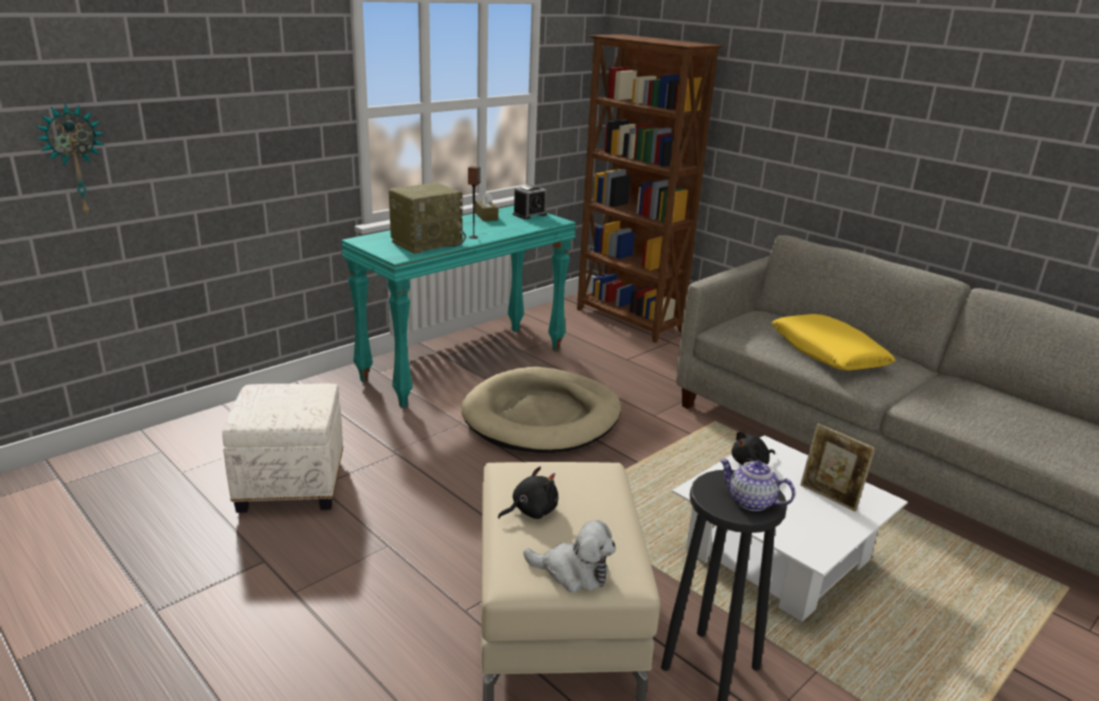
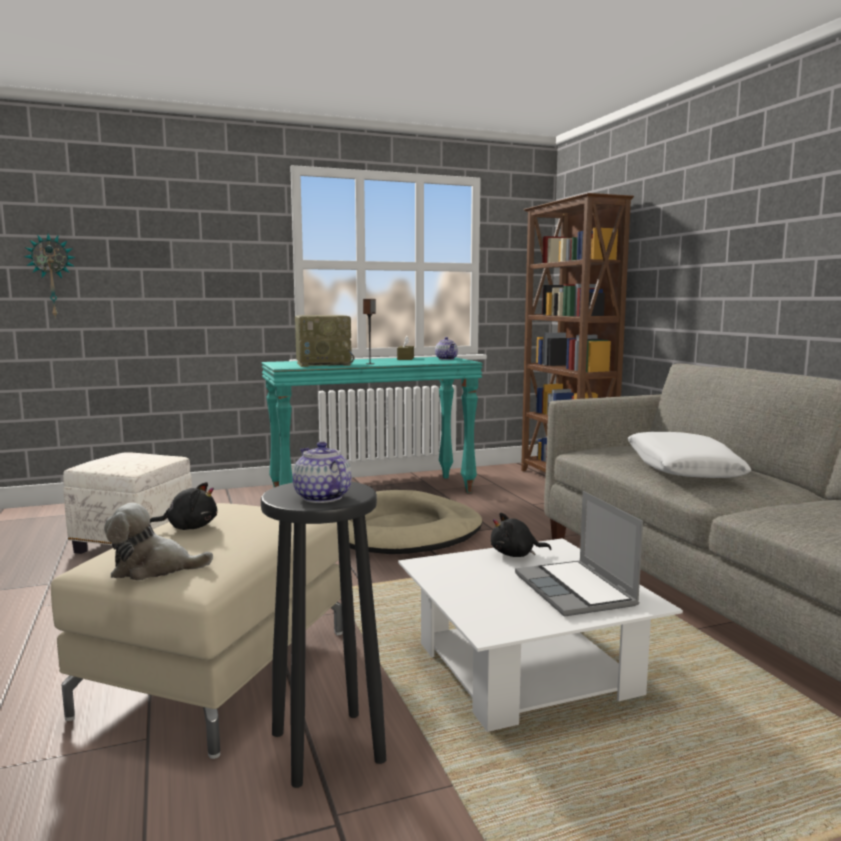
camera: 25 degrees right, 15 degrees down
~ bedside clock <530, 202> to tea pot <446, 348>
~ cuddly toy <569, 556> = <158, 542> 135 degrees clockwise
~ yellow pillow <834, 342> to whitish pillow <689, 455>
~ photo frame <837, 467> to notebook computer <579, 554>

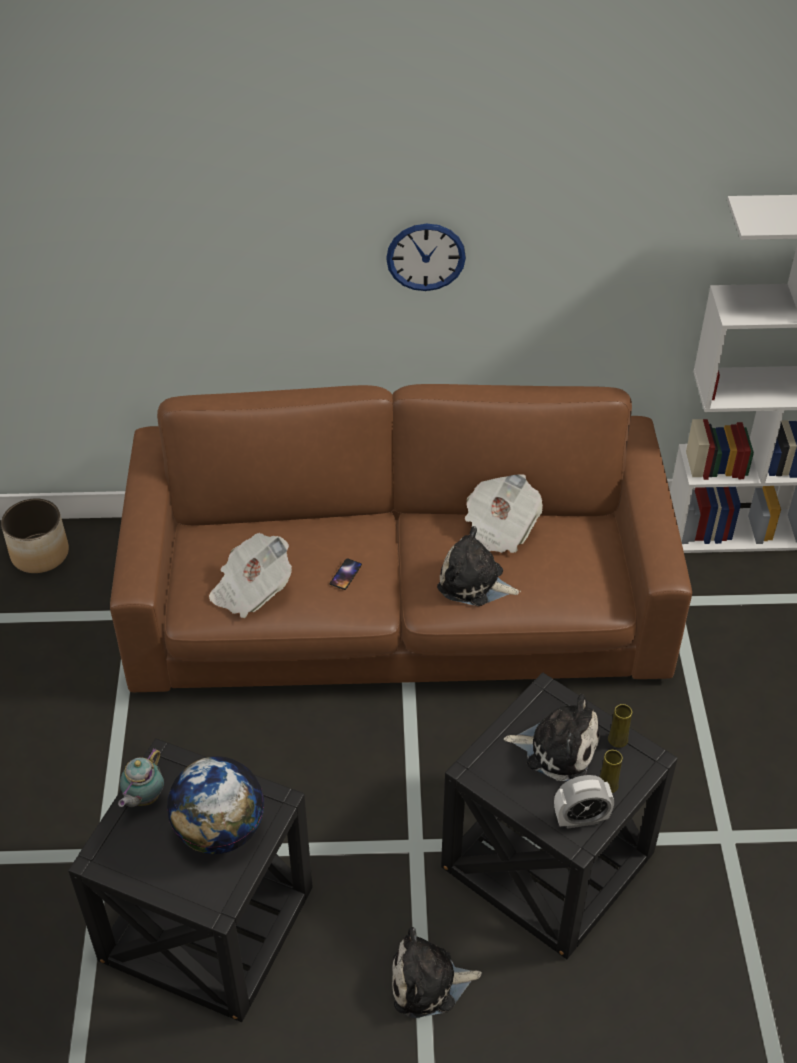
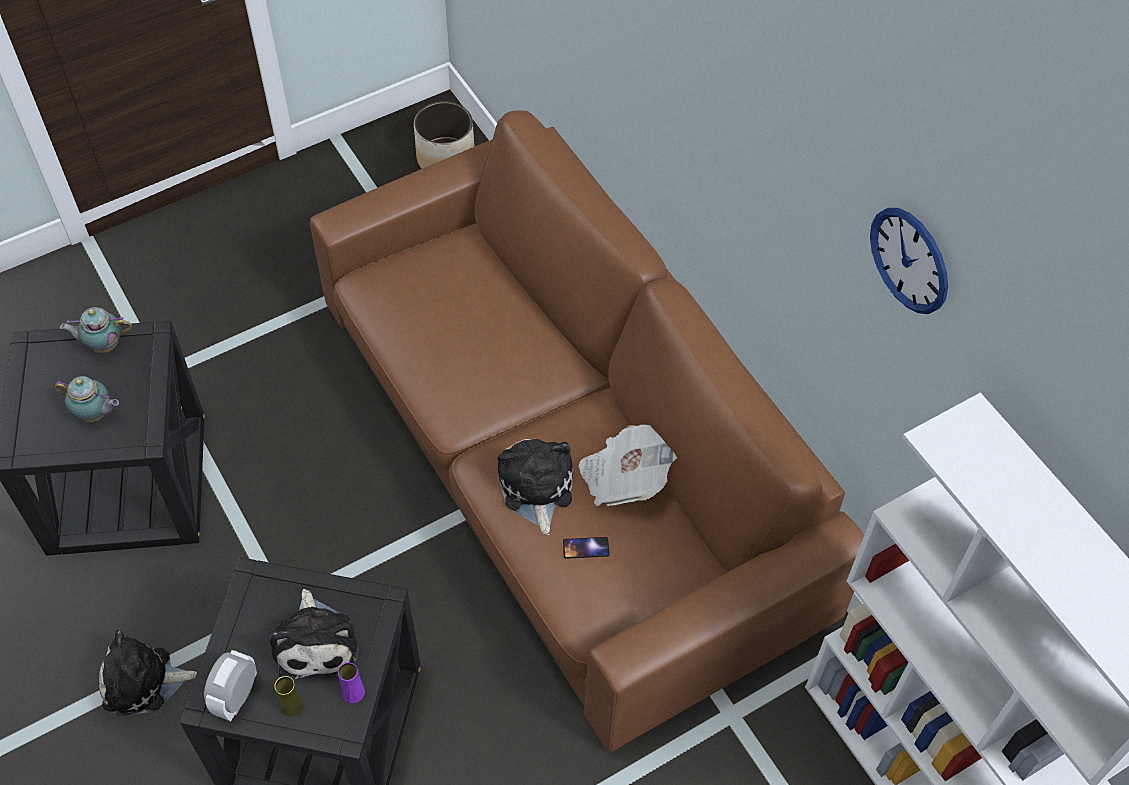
camera: 60 degrees right, 10 degrees up
~ desk globe <215, 805> to tea pot <86, 399>
- newspaper <250, 575>
~ phone <346, 574> to <586, 548>
~ wall clock <426, 257> to <909, 261>
~ cuddly toy <437, 972> = <148, 672> 60 degrees counterclockwise
~ bedside clock <584, 802> = <230, 685> 60 degrees clockwise
~ yellow decorative vase <620, 726> to purple decorative vase <351, 682>

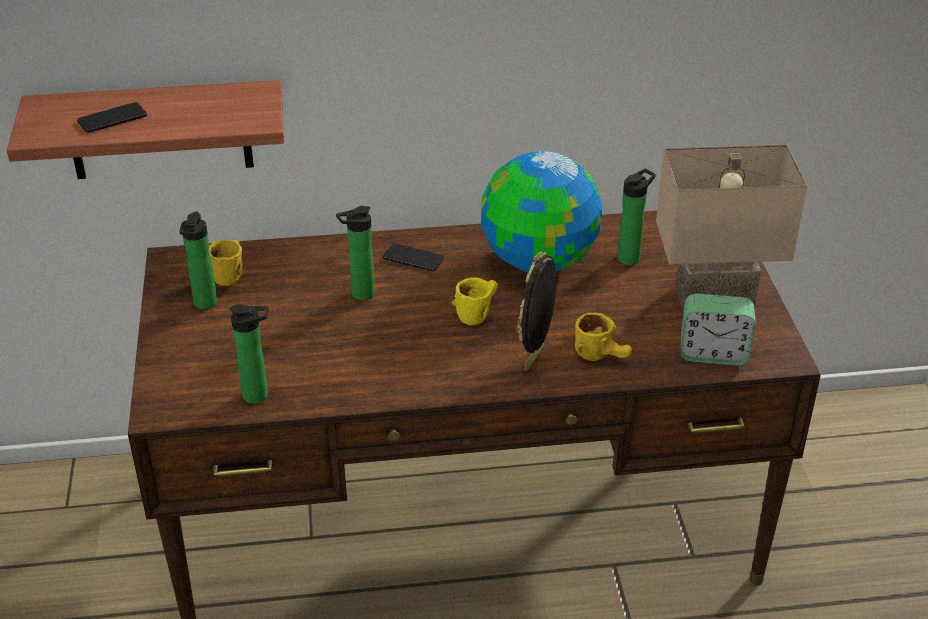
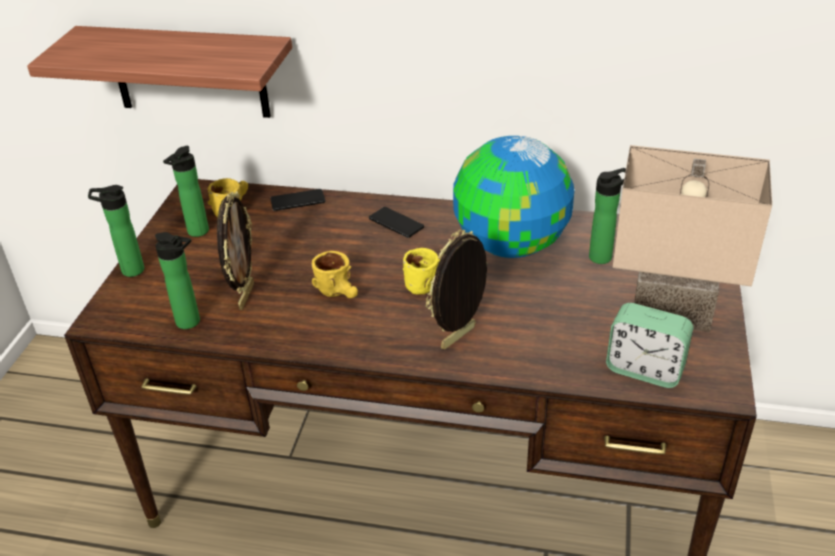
camera: 20 degrees right, 0 degrees up
~ phone <112, 117> to <298, 200>
~ beverage bottle <355, 253> to <116, 231>
~ yellow coffee mug <603, 336> to <335, 274>
+ photo frame <235, 250>

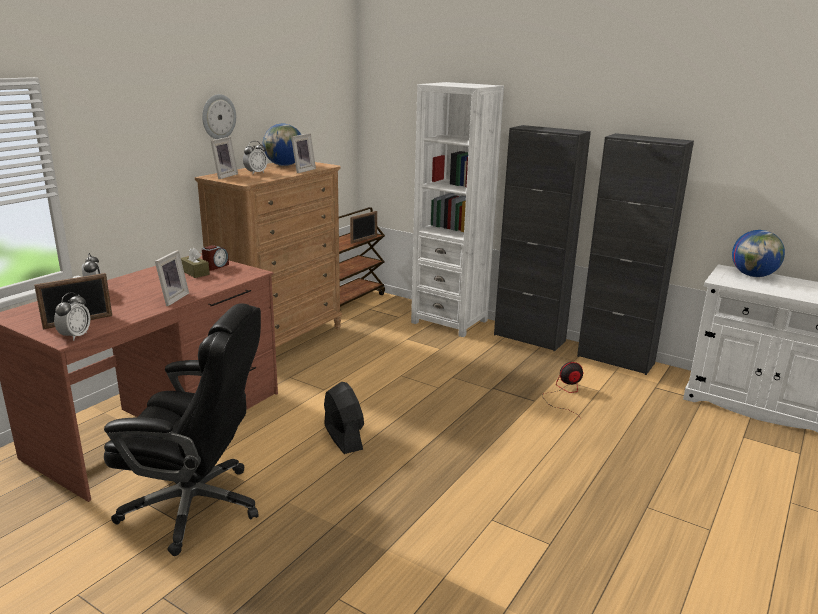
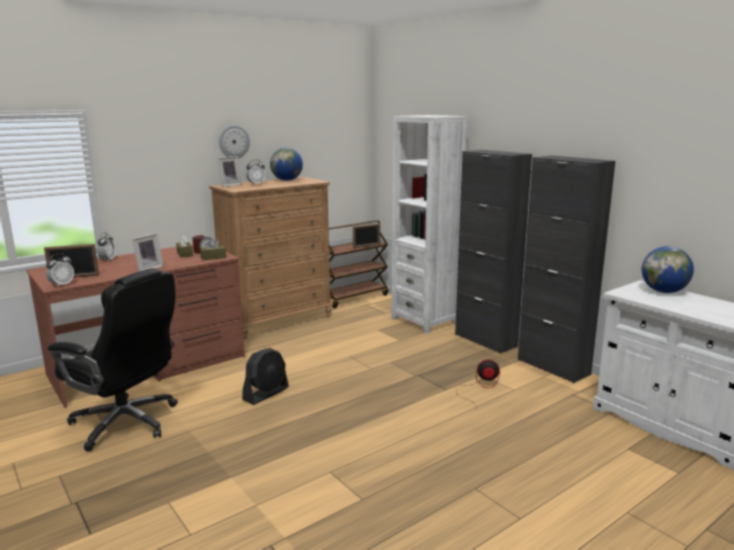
camera: 20 degrees right, 5 degrees down
- photo frame <303, 153>
~ black-coloured cooling fan <344, 418> = <265, 376> 45 degrees clockwise
+ brown tissue box <213, 249>

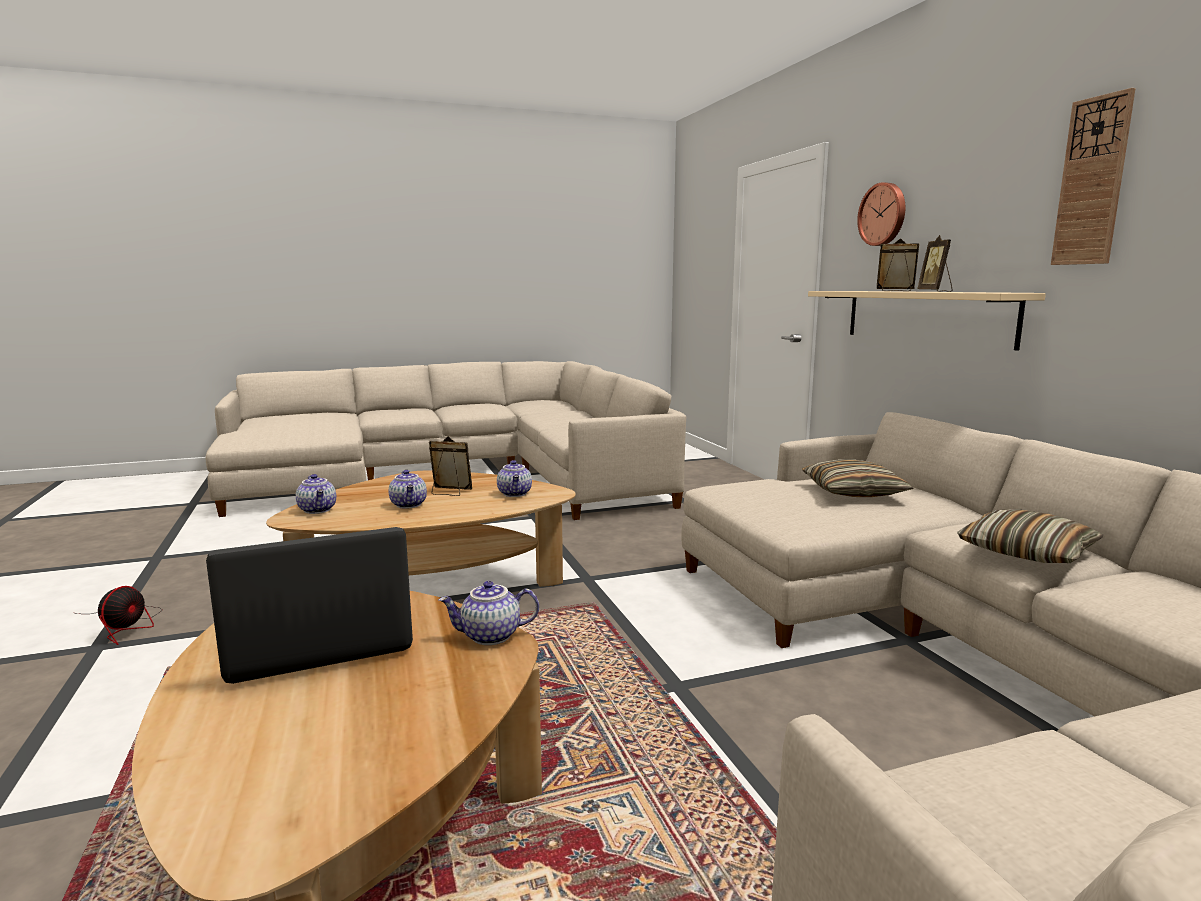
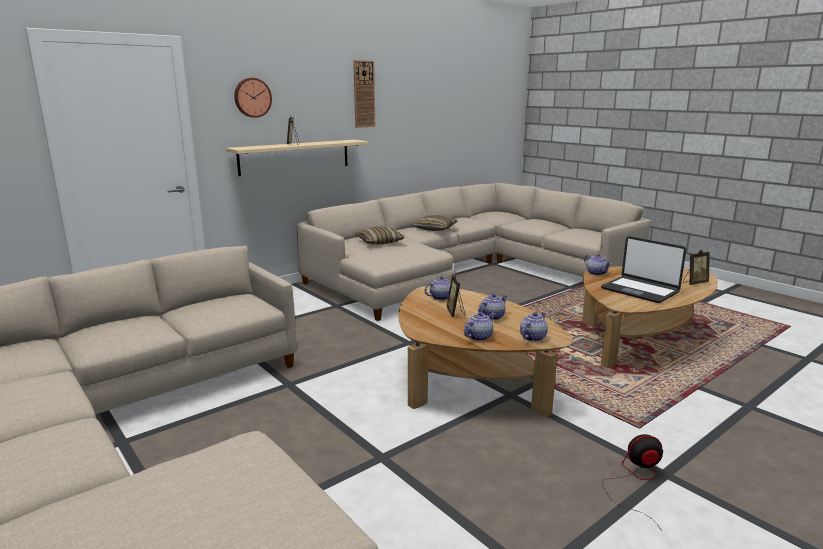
camera: 110 degrees left, 5 degrees up
~ photo frame <935, 263> to <696, 267>
+ tea pot <479, 326>

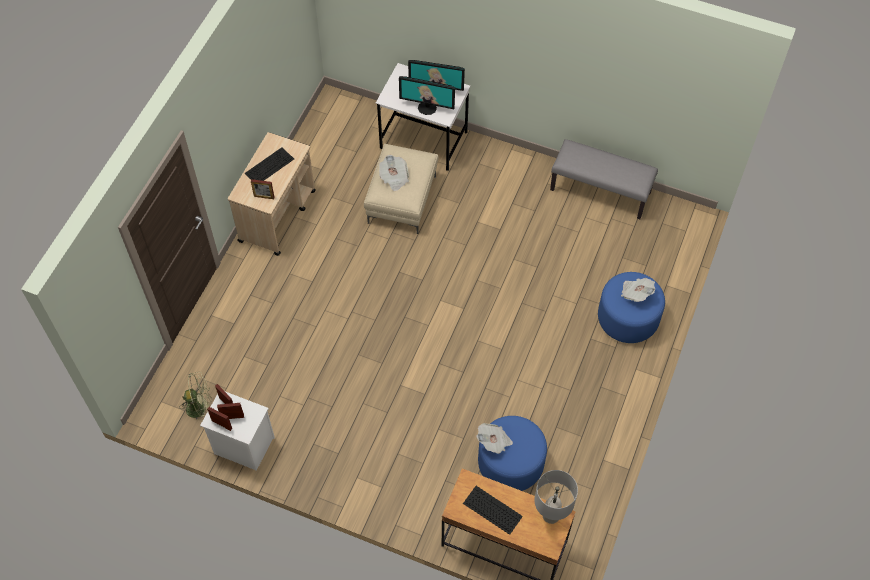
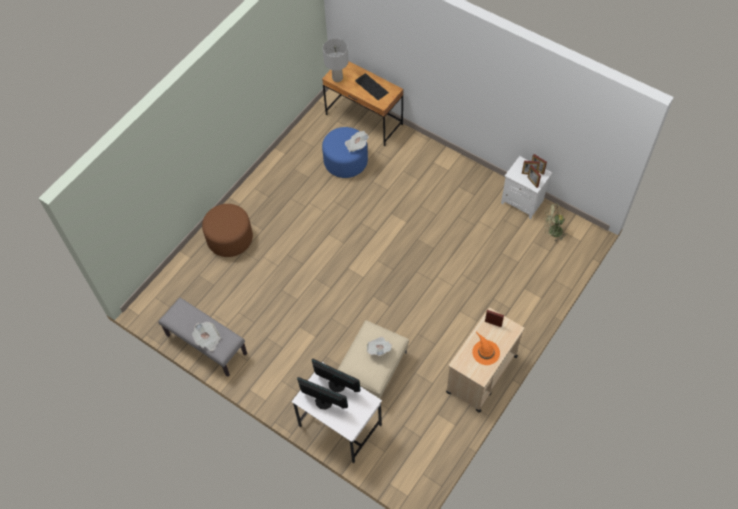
camera: 165 degrees left, 0 degrees up
~ computer keyboard <269, 164> to orange-coloured clothing hat <486, 348>
~ bluish footrest <631, 307> to brown footrest <227, 230>
~ newspaper <638, 290> to <206, 336>

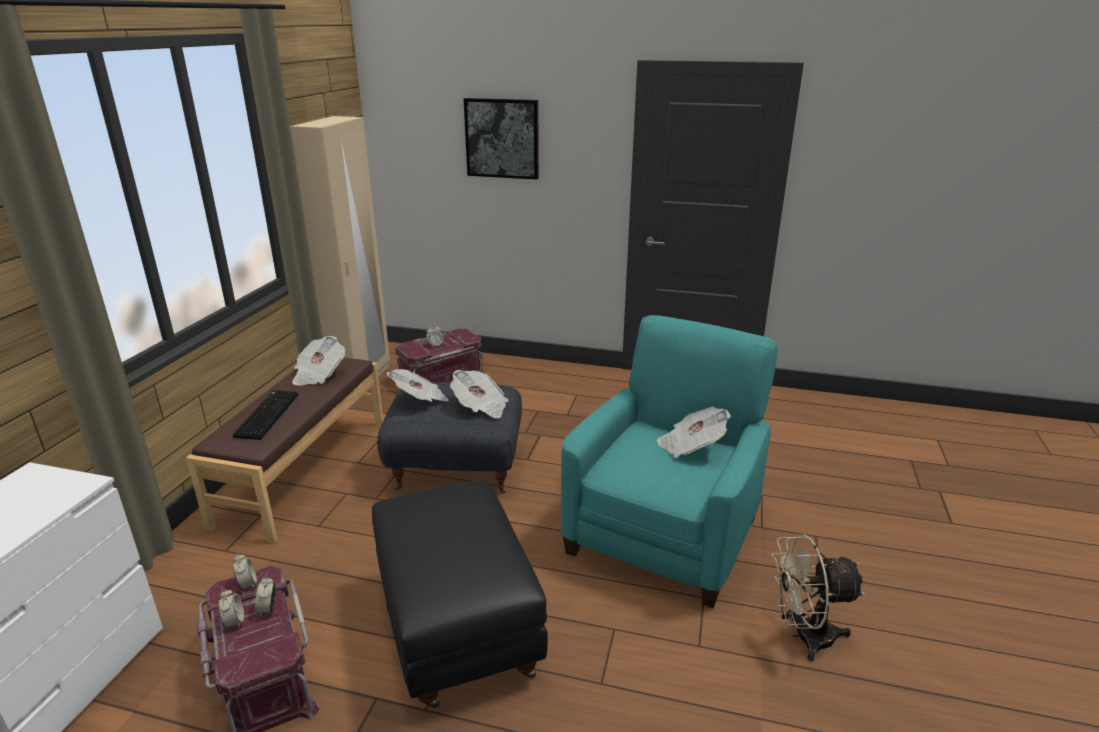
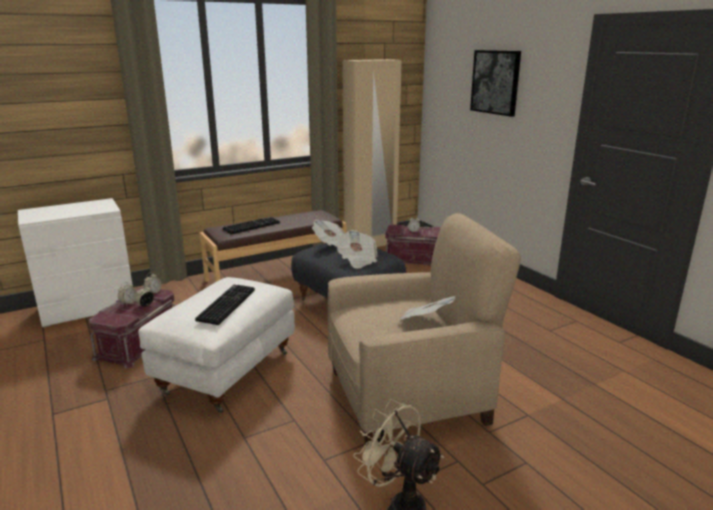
camera: 45 degrees right, 5 degrees down
- newspaper <318, 360>
~ black-coloured footrest <460, 594> to whitish footrest <216, 345>
~ turquoise armchair <669, 461> to sand-coloured armchair <424, 329>
+ computer keyboard <225, 305>

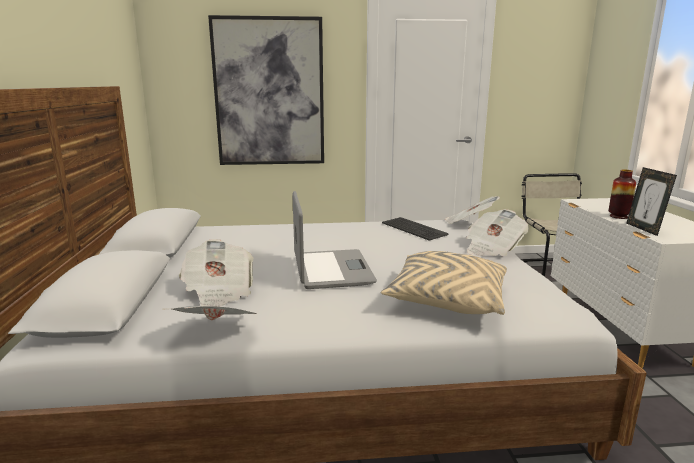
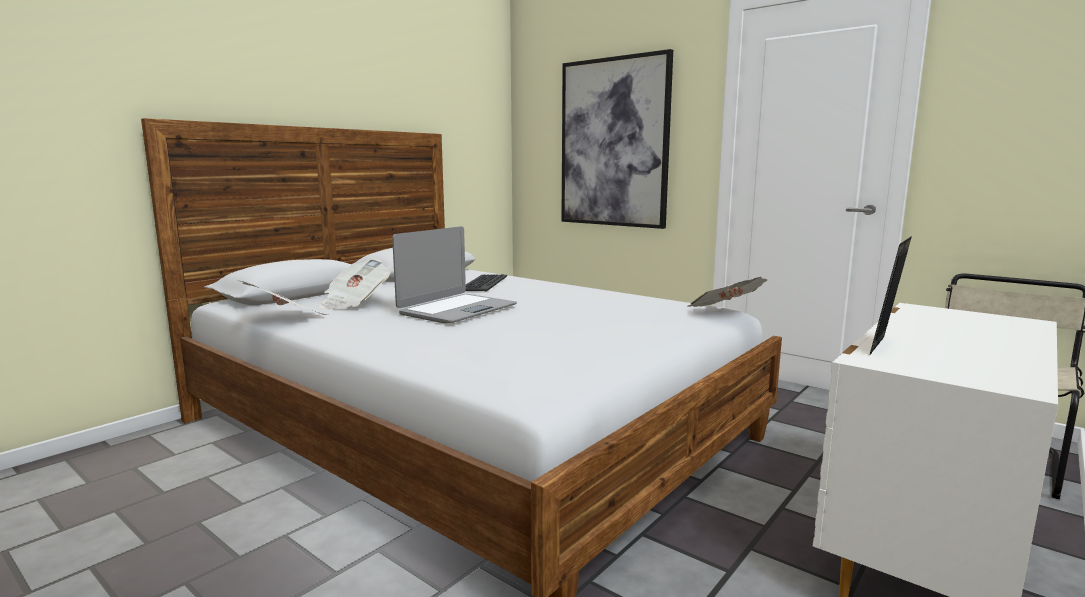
camera: 45 degrees right, 5 degrees down
- sand-coloured pillow <444, 283>
~ computer keyboard <415, 229> to <486, 282>
- newspaper <497, 232>
- decorative vase <622, 194>

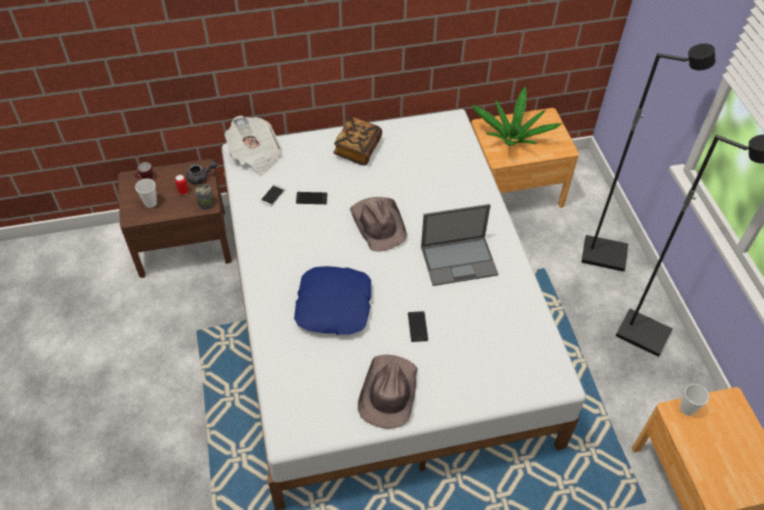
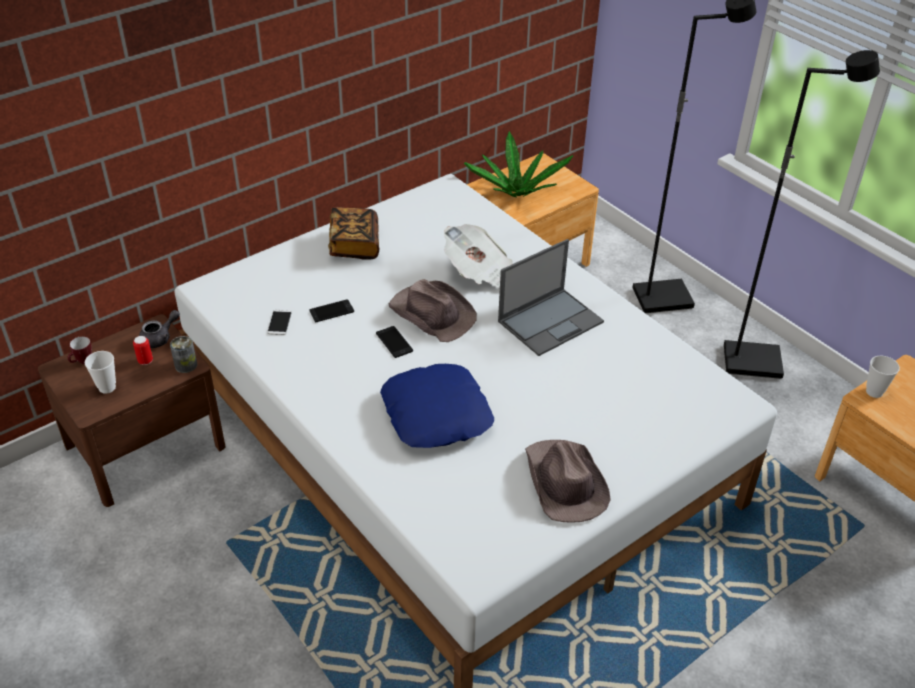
camera: 25 degrees left, 10 degrees down
~ newspaper <253, 145> to <478, 256>
~ phone <418, 326> to <394, 342>

